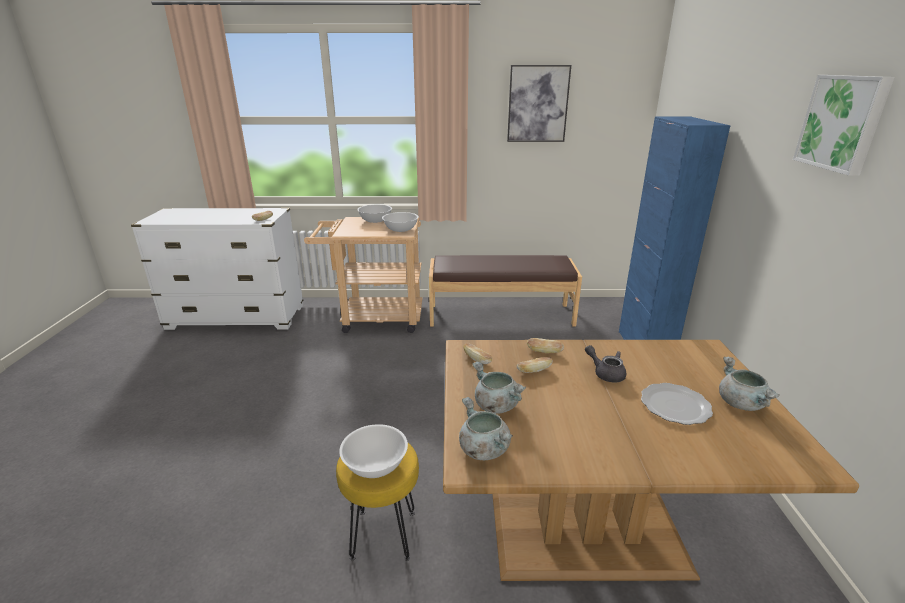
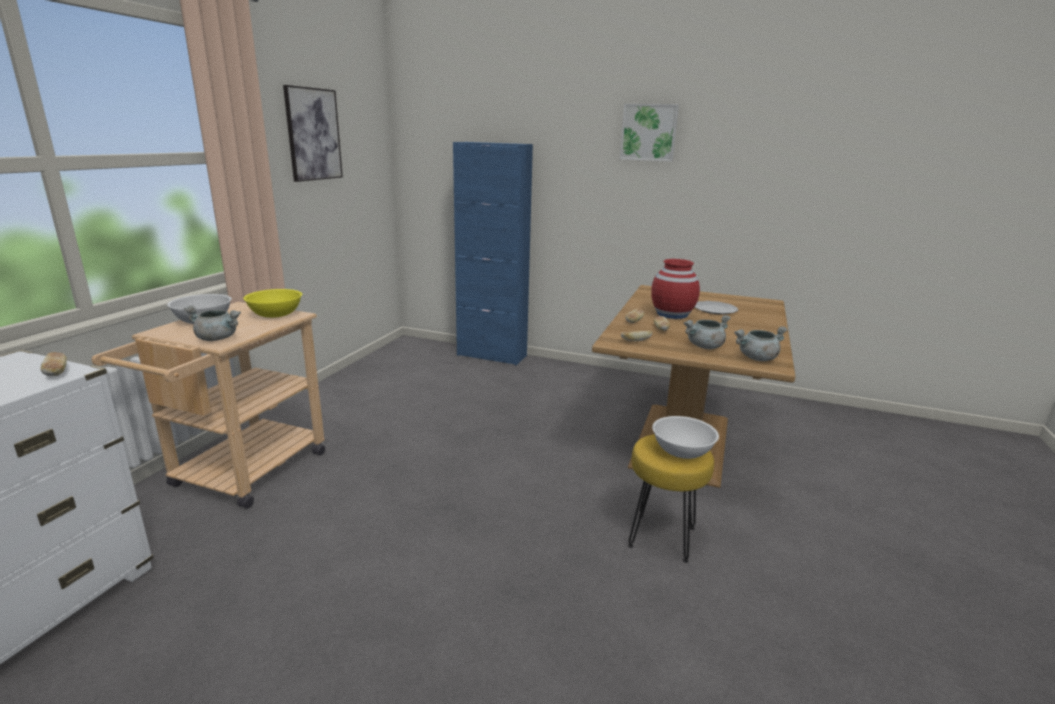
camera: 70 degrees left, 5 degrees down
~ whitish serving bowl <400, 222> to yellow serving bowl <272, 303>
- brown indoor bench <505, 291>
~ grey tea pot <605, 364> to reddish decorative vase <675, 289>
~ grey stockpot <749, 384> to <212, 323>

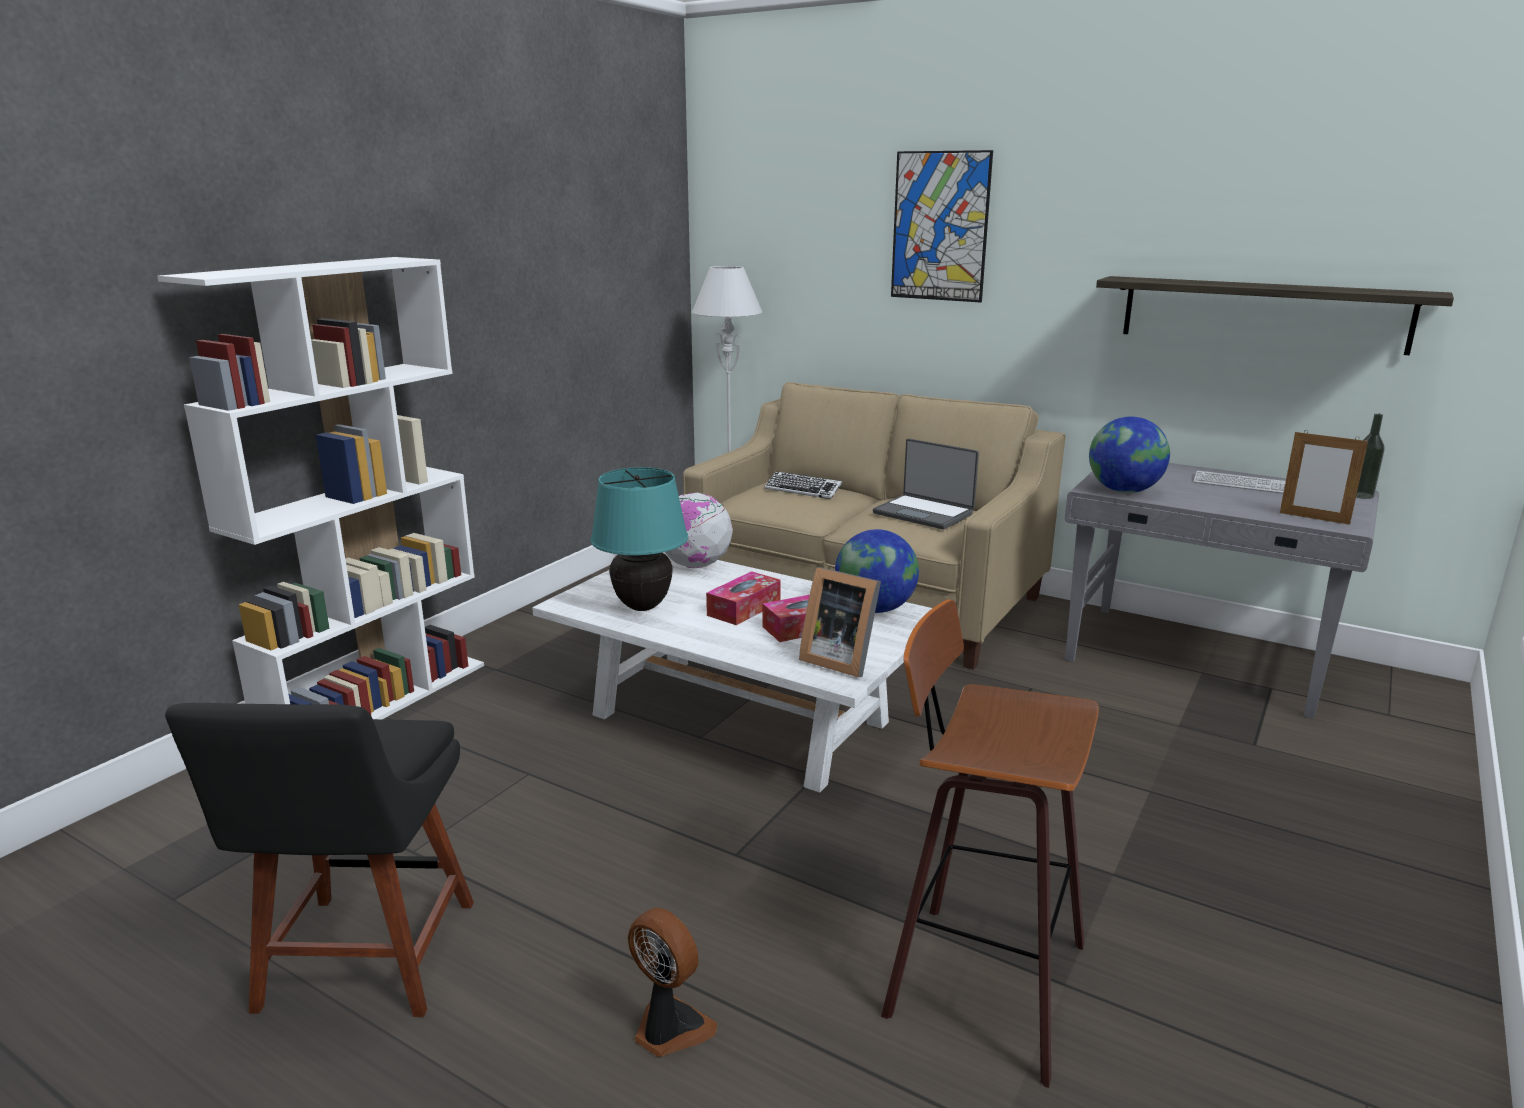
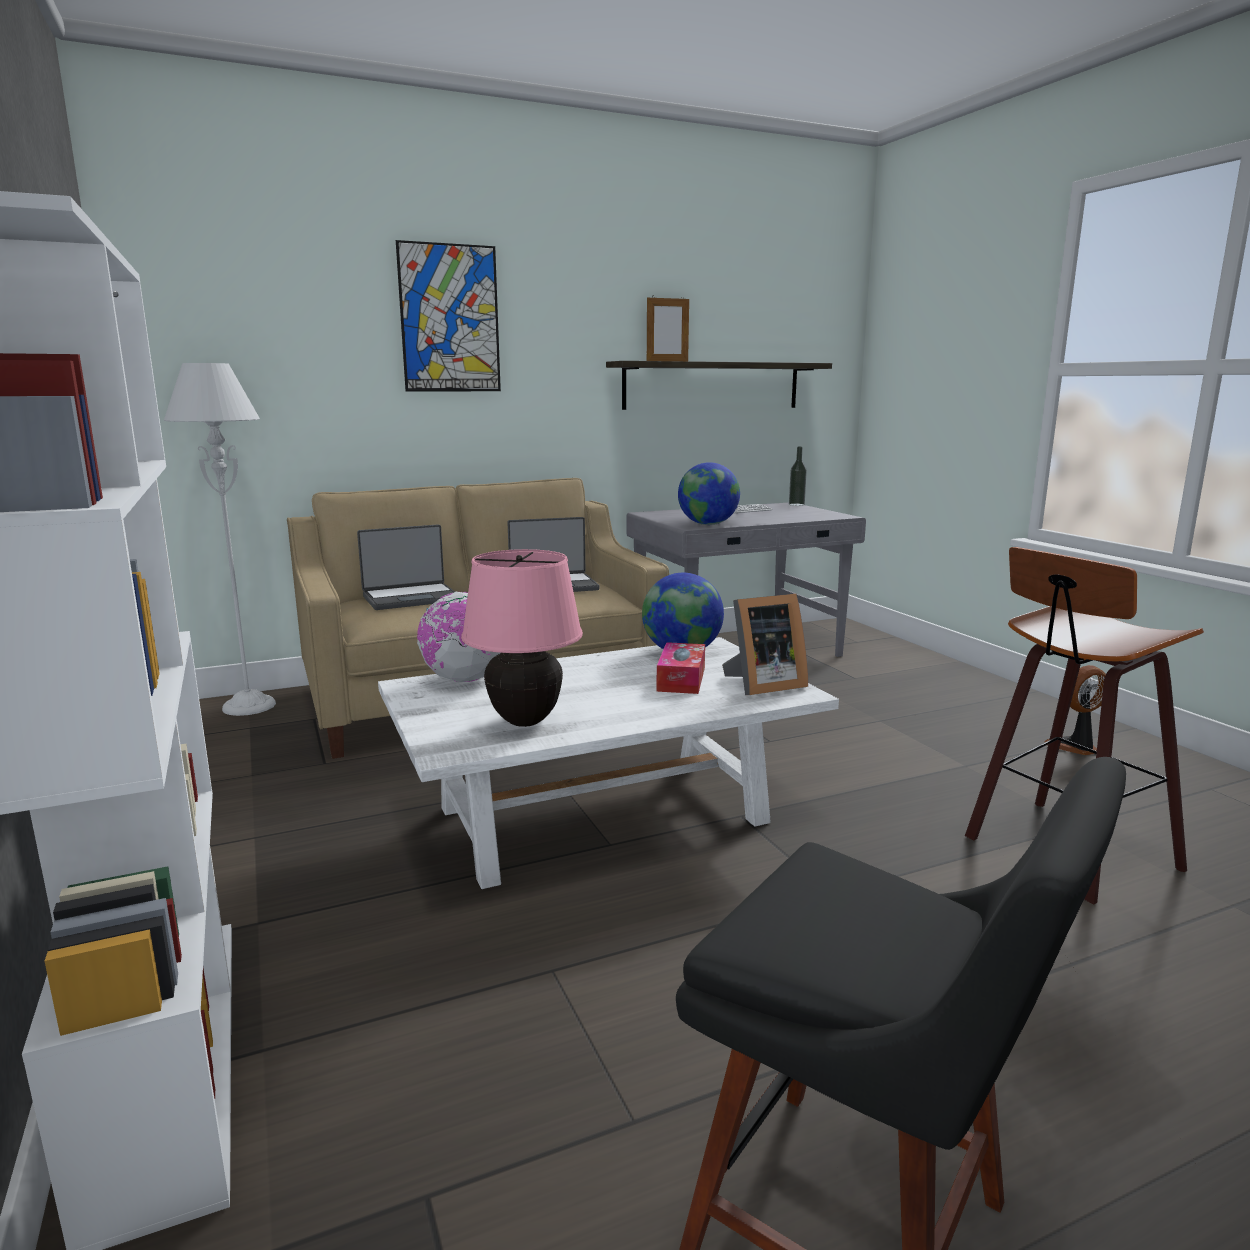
camera: 55 degrees left, 5 degrees down
~ turquoise tabletop lamp <639, 539> to pink-coloured tabletop lamp <522, 638>
~ cooling fan <673, 982> to <1075, 710>
- tissue box <743, 598>
~ computer keyboard <803, 485> to notebook computer <406, 567>
~ photo frame <1324, 477> to <668, 329>

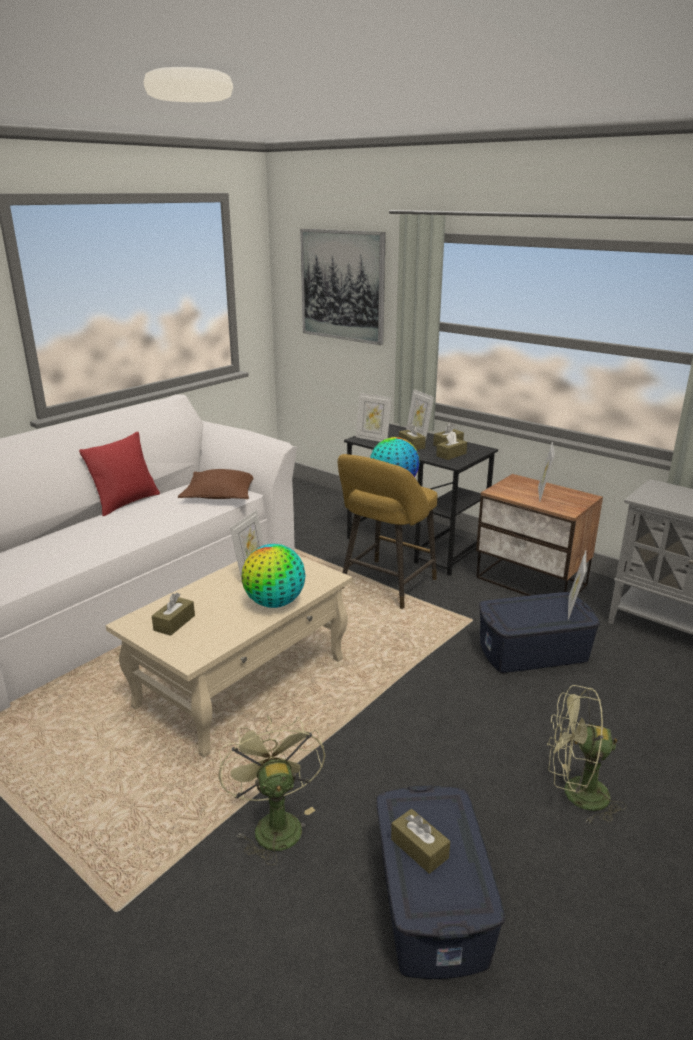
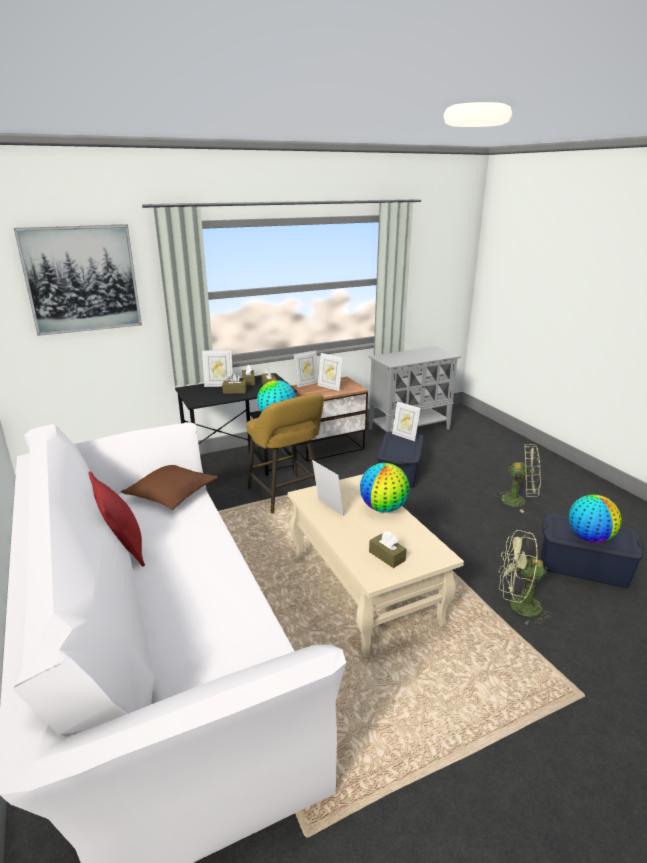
camera: 65 degrees left, 0 degrees up
~ photo frame <374, 417> to <306, 369>
~ brown tissue box <420, 841> to desk globe <595, 518>
~ green cooling fan <586, 754> = <517, 479> 105 degrees counterclockwise

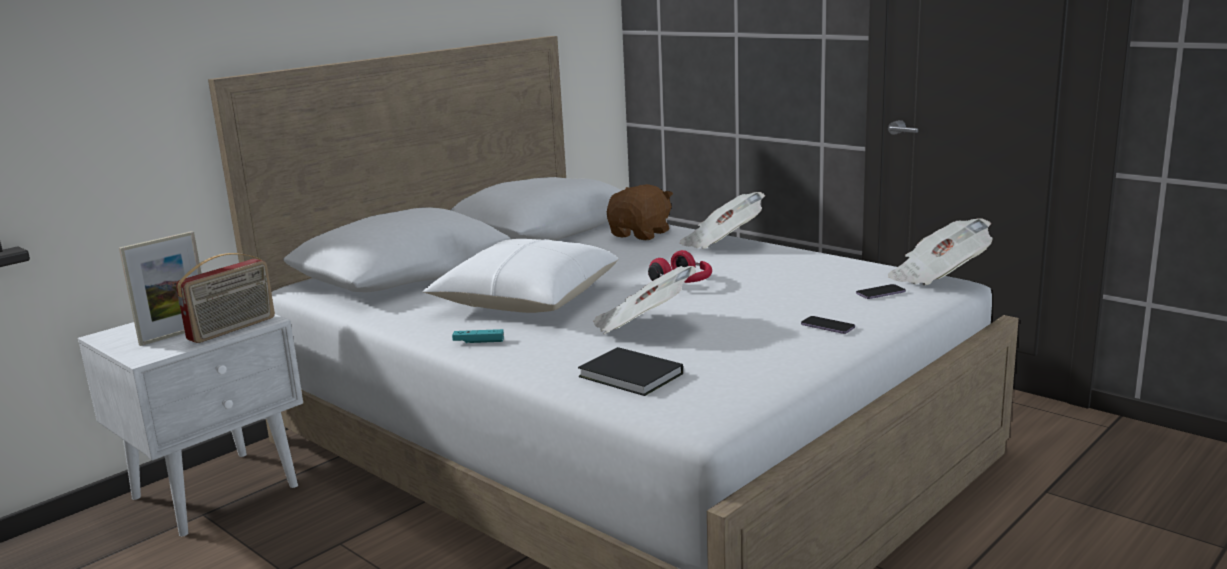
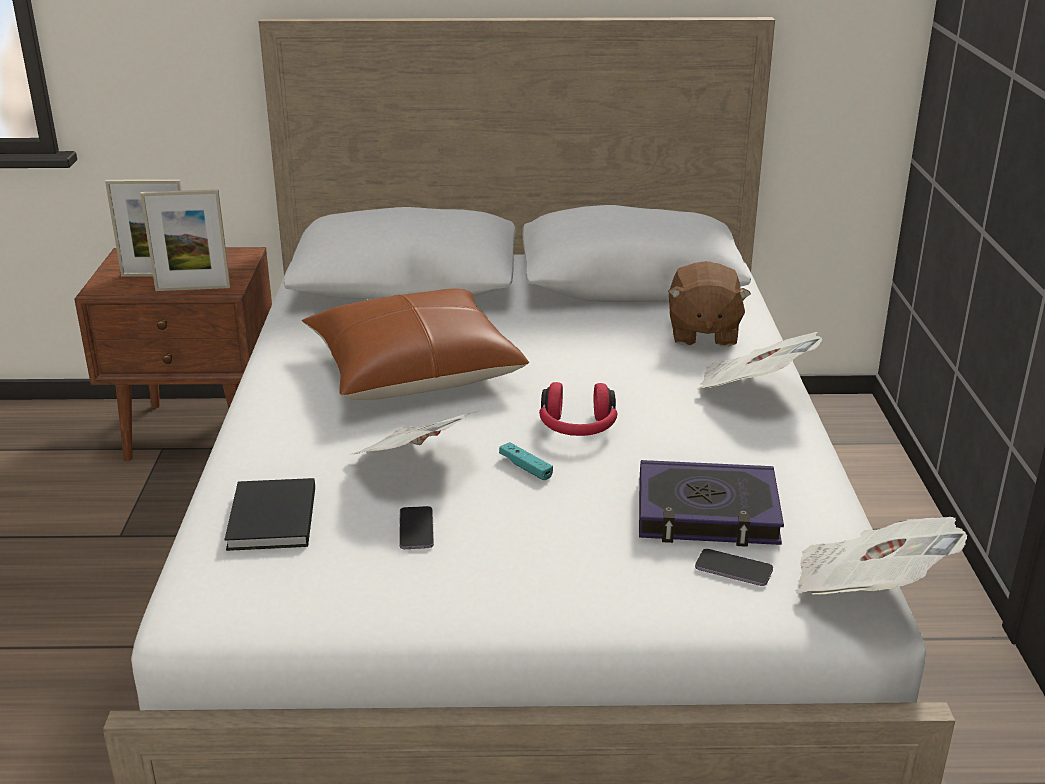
camera: 45 degrees right, 10 degrees up
~ whitish bedside table <190, 425> to brown bedside table <173, 354>
~ radio set <225, 298> to photo frame <185, 240>
~ whitish pillow <520, 276> to brown pillow <415, 344>
~ turquoise joypad <478, 336> to <526, 461>
~ brown cuddly toy <640, 212> = <709, 304> 105 degrees clockwise
~ phone <828, 325> to <416, 527>
+ book <711, 503>

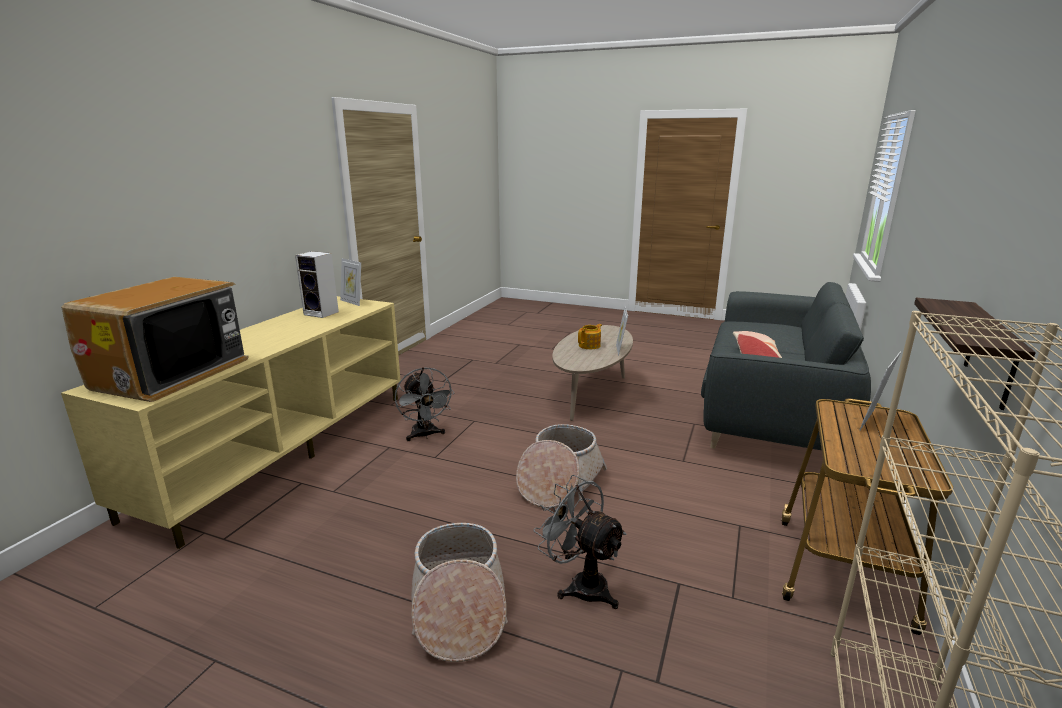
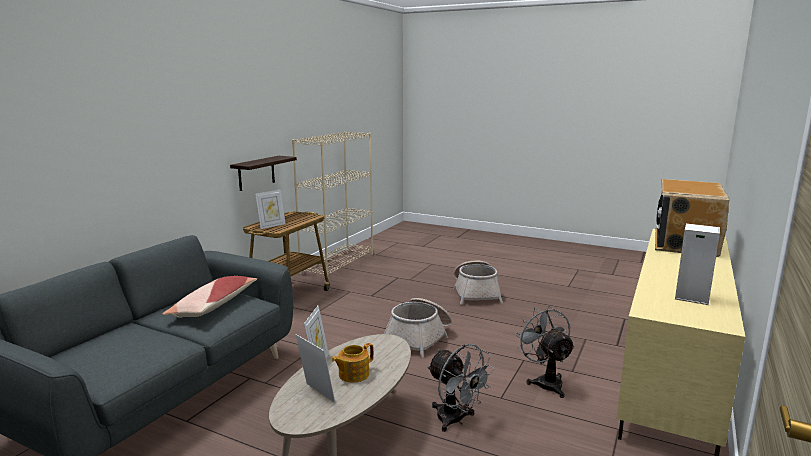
camera: 175 degrees left, 5 degrees down
~ photo frame <350, 282> to <315, 368>
~ grey cooling fan <580, 542> to <461, 388>

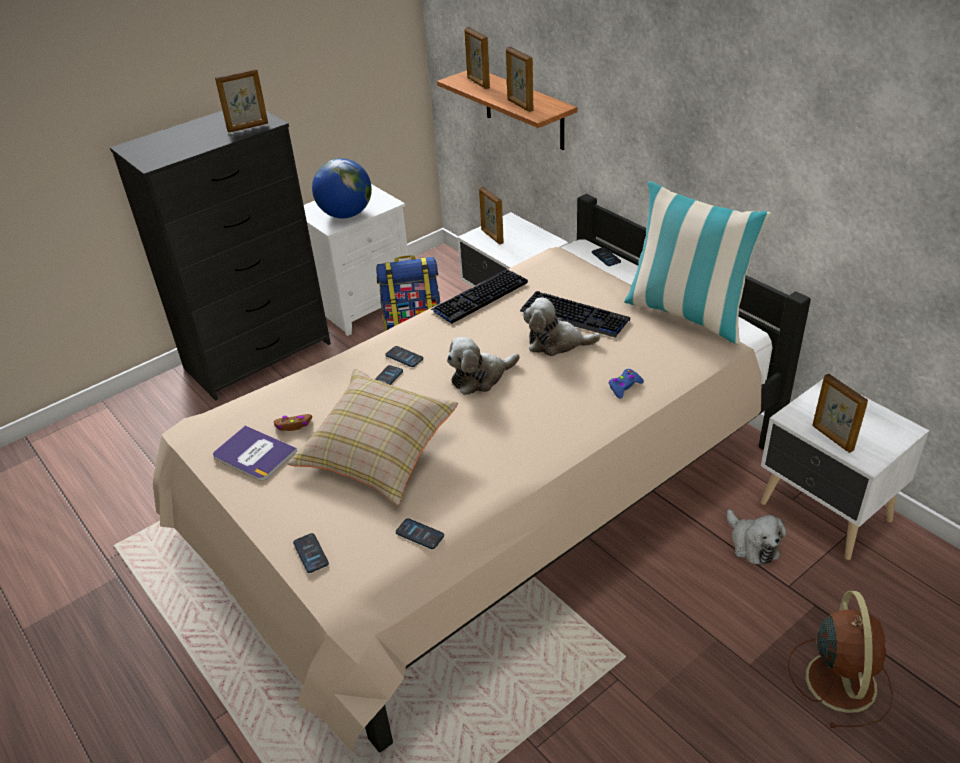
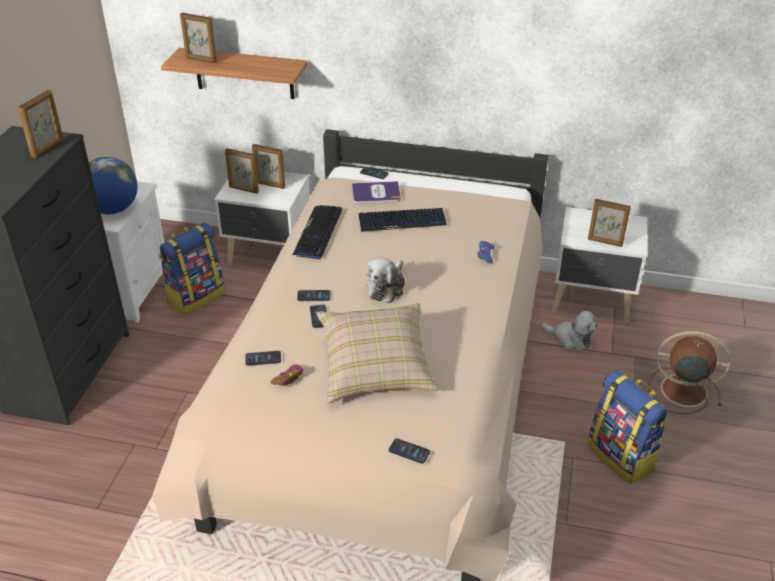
camera: 40 degrees left, 0 degrees up
~ book <255, 453> to <376, 192>
~ phone <420, 533> to <263, 358>
~ photo frame <520, 79> to <268, 166>
- cuddly toy <561, 326>
- pillow <698, 262>
~ brown cooling fan <840, 659> = <689, 372> 45 degrees counterclockwise
+ rucksack <627, 427>

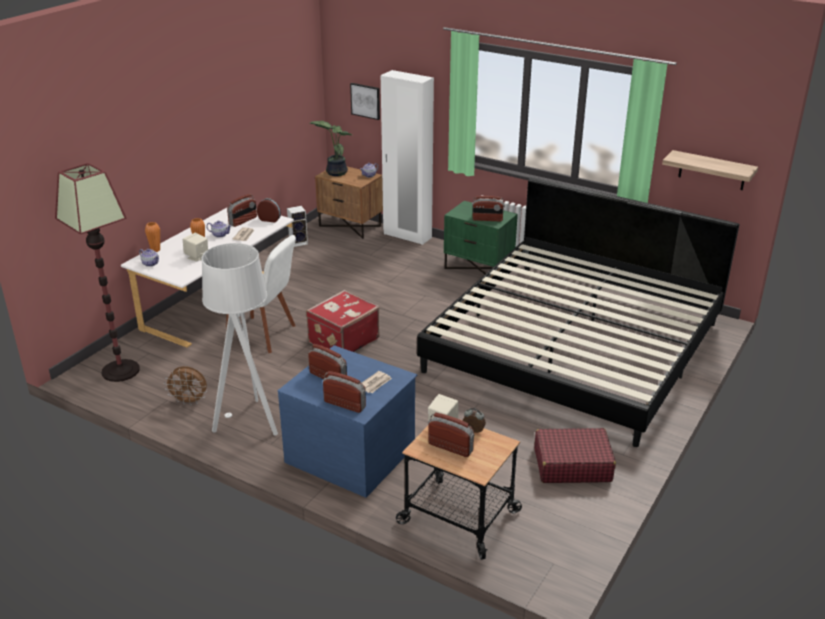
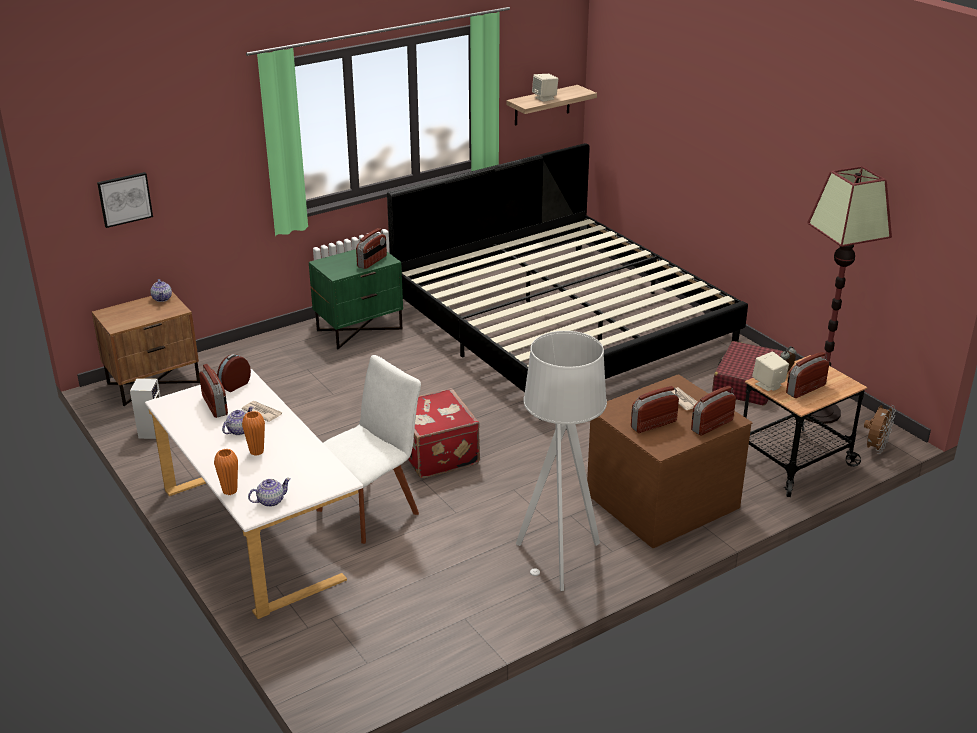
camera: 65 degrees left, 0 degrees up
~ floor lamp <97, 272> to <848, 295>
~ brown cooling fan <185, 385> to <880, 429>
~ sand-coloured loudspeaker <195, 247> to <545, 88>
~ bluish dresser <348, 421> to brown dresser <670, 461>
- plant in a pot <331, 148>
- whitish clothes cupboard <407, 157>

